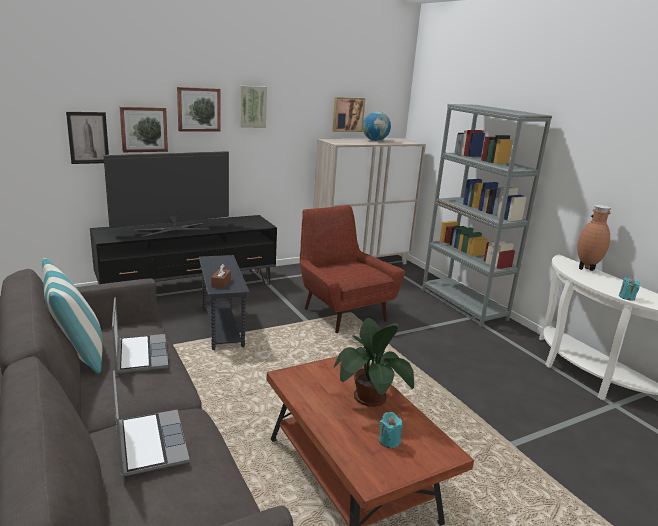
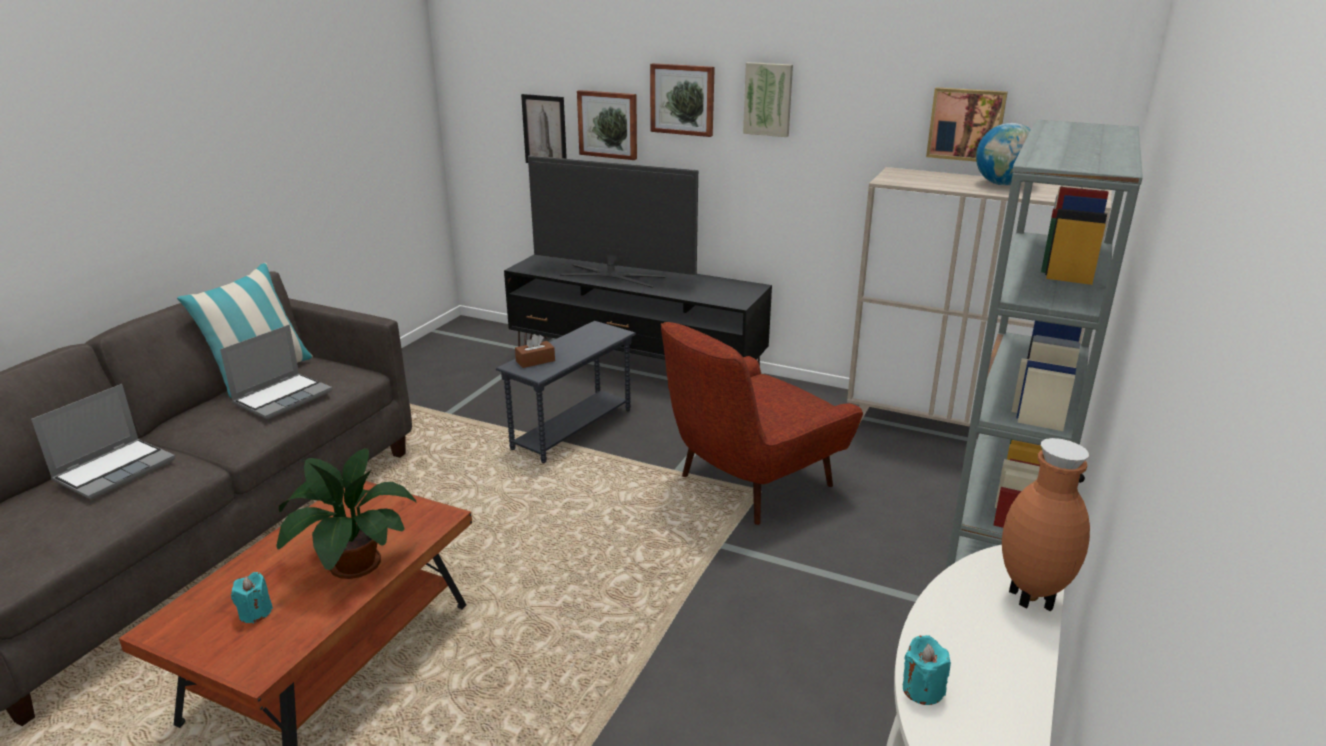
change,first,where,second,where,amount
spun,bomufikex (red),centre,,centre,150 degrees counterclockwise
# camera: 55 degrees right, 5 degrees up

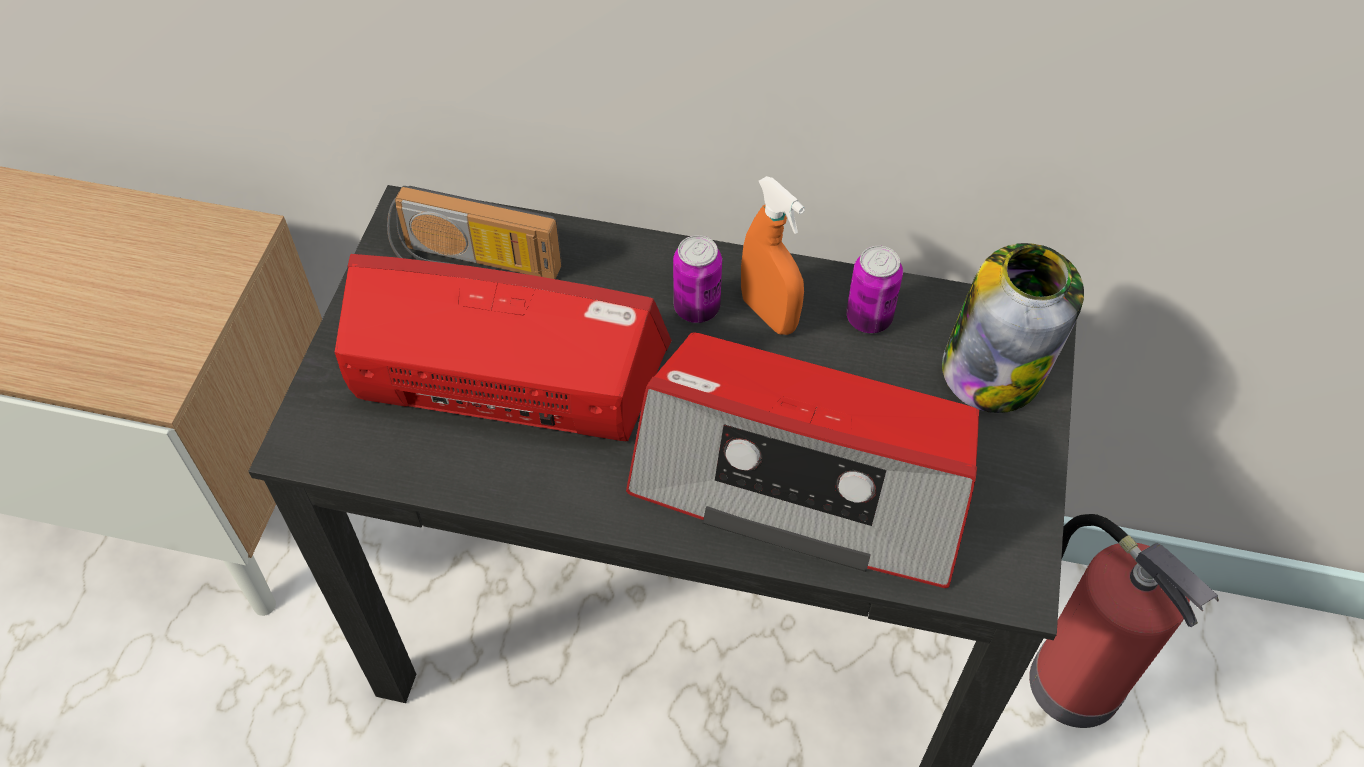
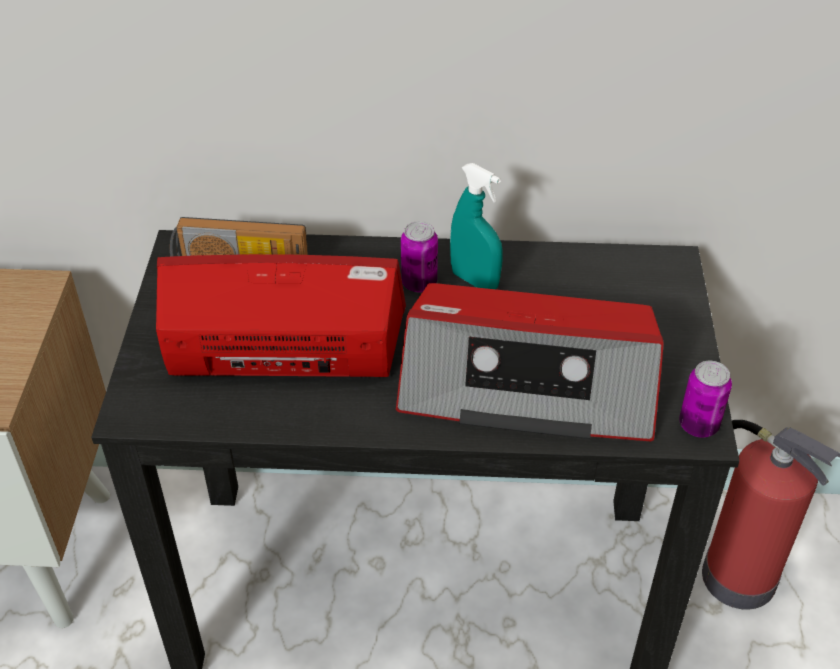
change,first,where,second,where,amount
colour,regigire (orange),top centre,regigire (turquoise),centre,
relocated,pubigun (no. 2 from left),centre,,middle right,
missing,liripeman,middle right,,,
# camera: 10 degrees left, 10 degrees down

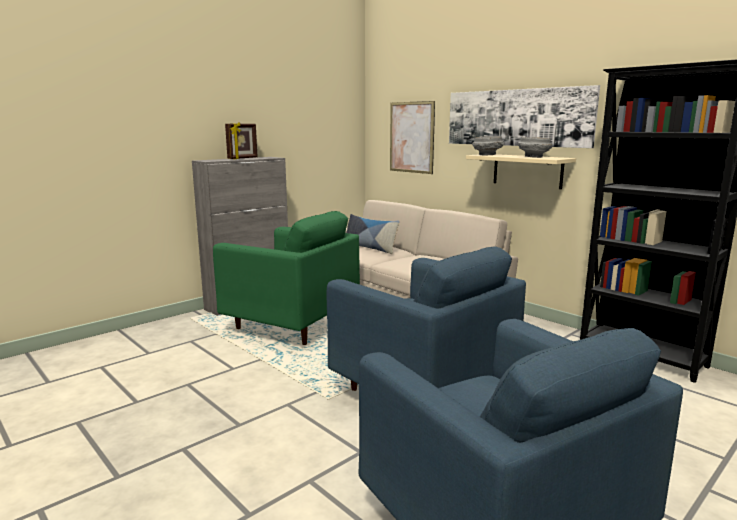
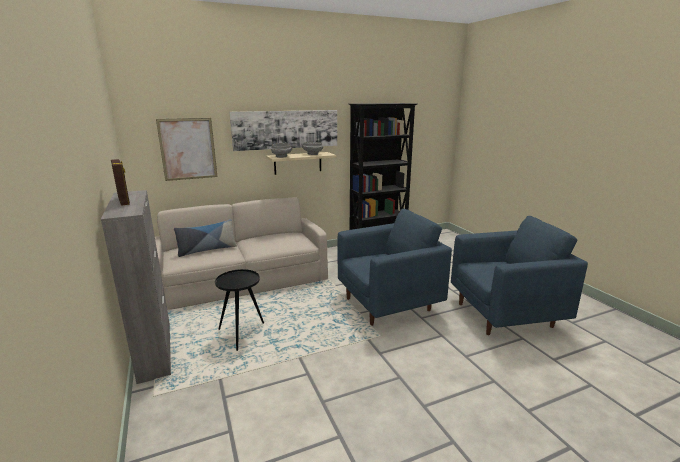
change,first,where,second,where,amount
exchanged,bomufikex (green),centre,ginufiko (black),bottom centre,
# camera: 70 degrees left, 5 degrees up

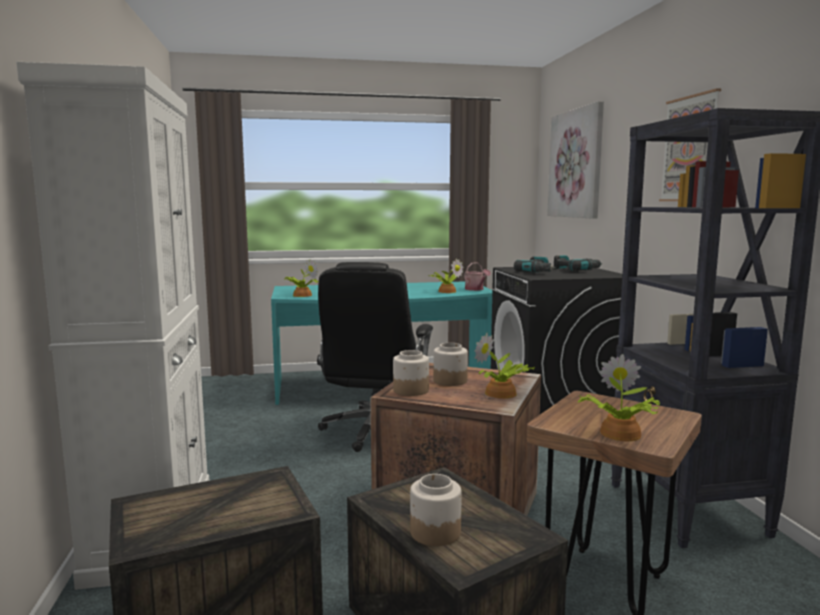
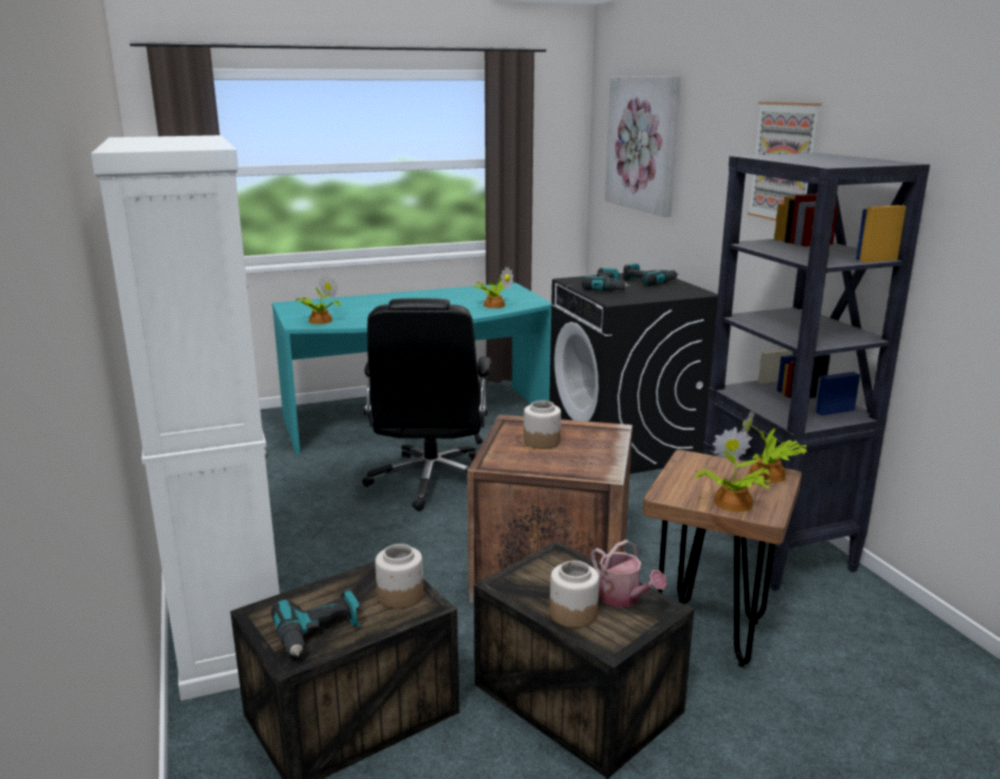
change,first,where,second,where,amount
relocated,liripeman (no. 1 from left),centre,,bottom centre,
relocated,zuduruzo,centre,,bottom centre,
relocated,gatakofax (no. 3 from left in the first image),centre,gatakofax (no. 4 from left),middle right,
appeared,,,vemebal (no. 1 from left),bottom left,
# camera: 10 degrees left, 10 degrees up

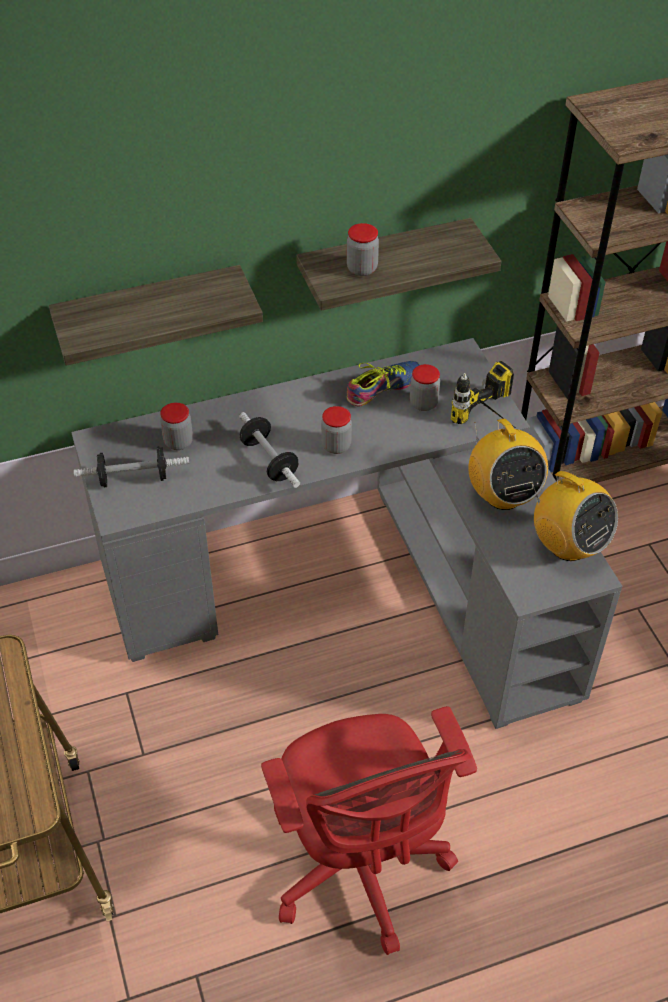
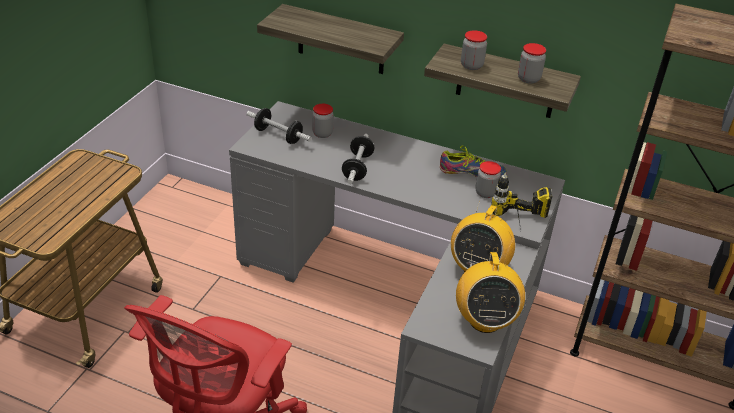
change,first,where,second,where,amount
relocated,liripeman (no. 2 from left in the first image),centre,liripeman (no. 4 from left),top right,
# camera: 40 degrees right, 10 degrees down

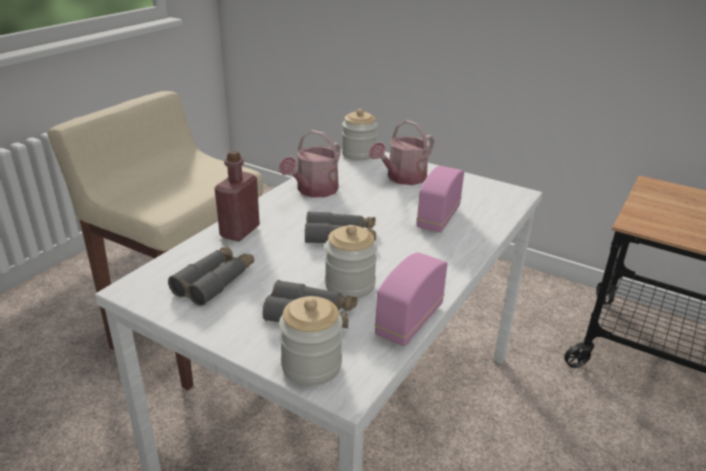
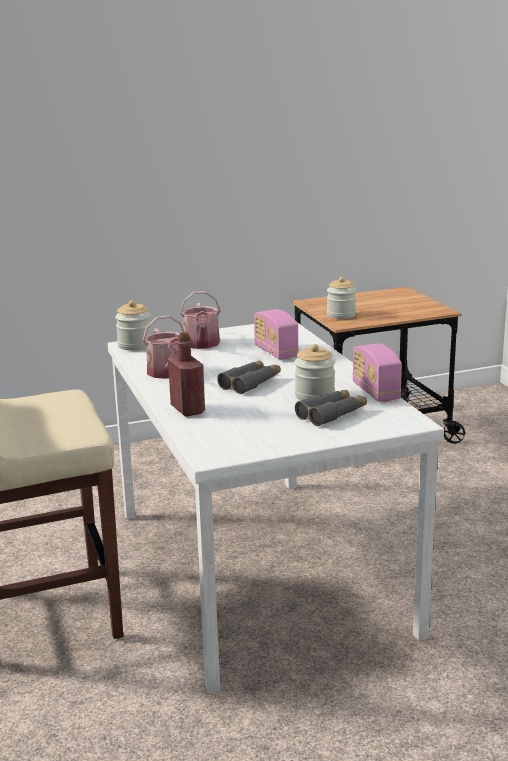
change,first,where,second,where,amount
missing,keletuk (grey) (no. 1 from left),middle left,,,
relocated,liripeman (no. 1 from left in the first image),bottom centre,liripeman (no. 3 from left),middle right,
# camera: 50 degrees left, 10 degrees down

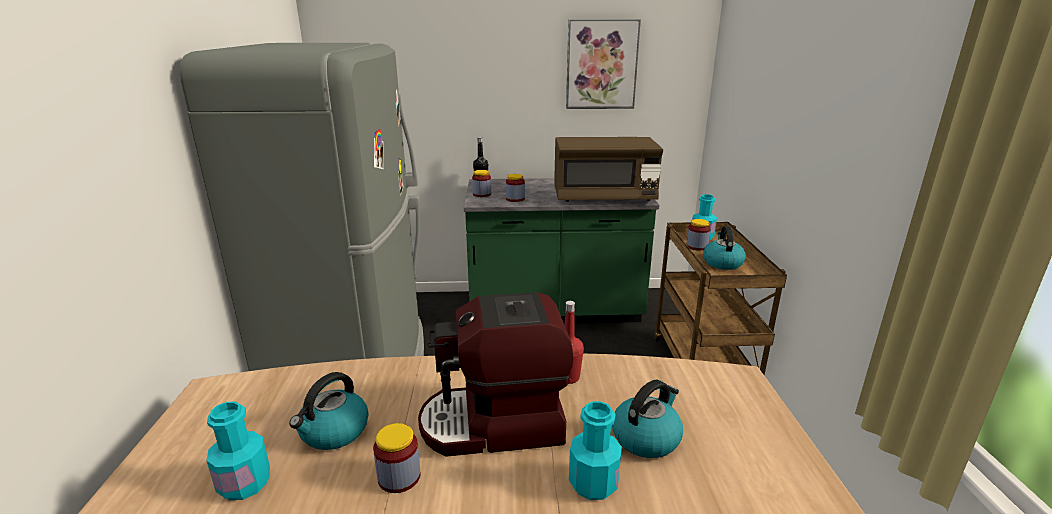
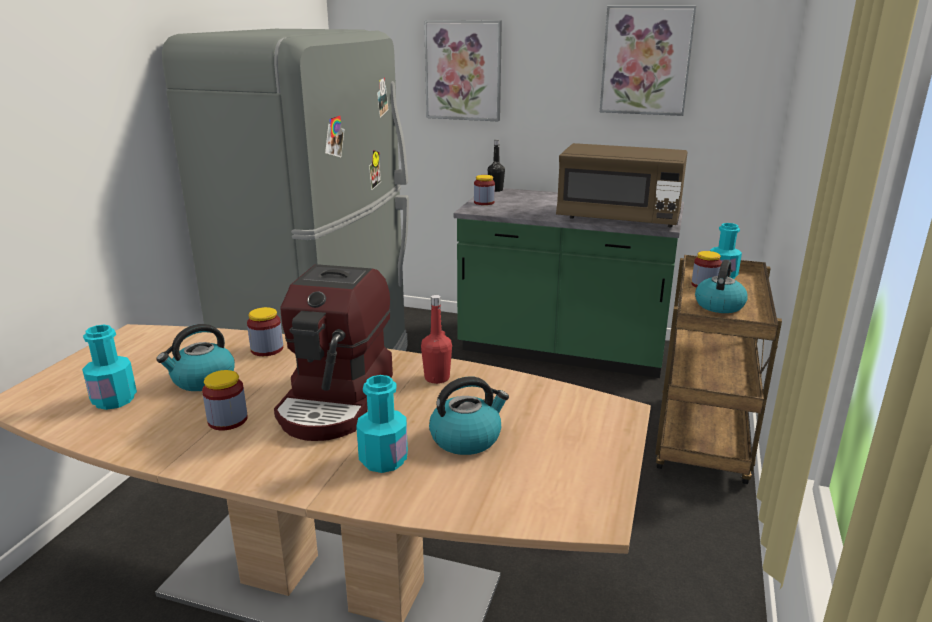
change,first,where,second,where,amount
spun,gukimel,bottom centre,,centre,90 degrees counterclockwise
relocated,liripeman (no. 3 from left in the first image),centre,liripeman (no. 2 from left),middle left,
appeared,,,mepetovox (no. 1 from left),top centre,
# camera: 20 degrees right, 0 degrees up

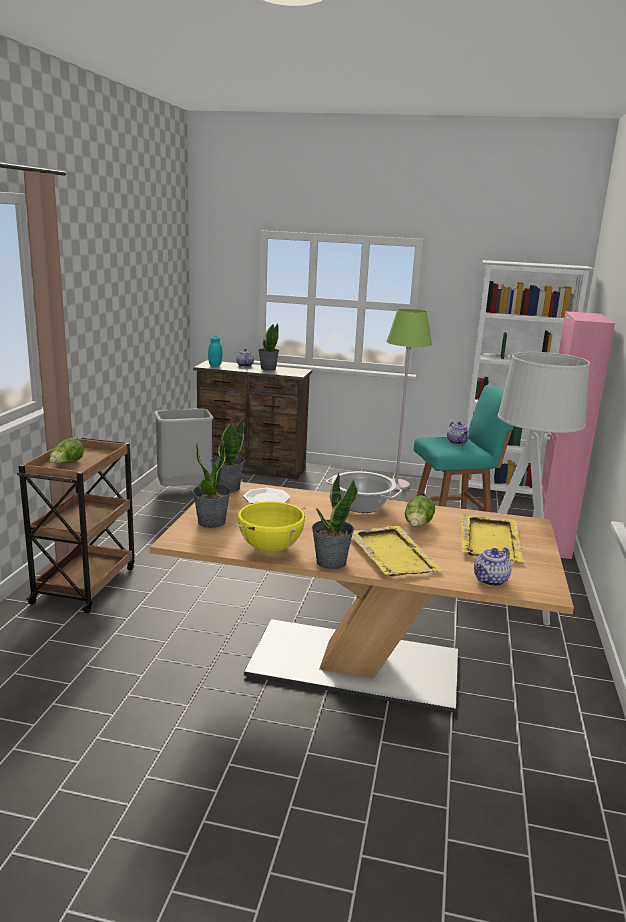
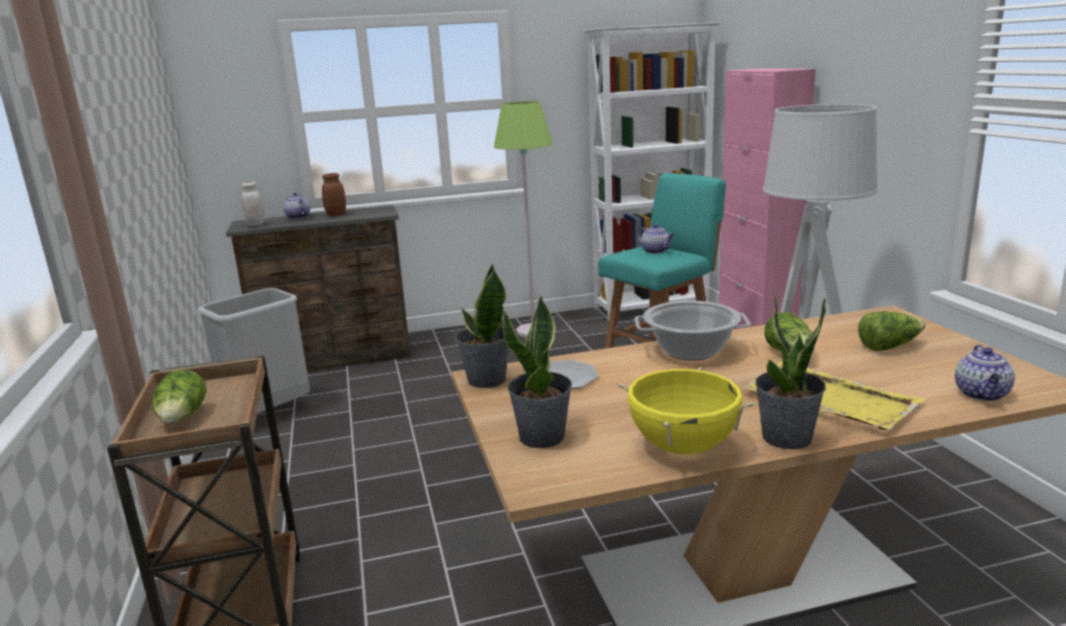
change,first,where,second,where,amount
colour,liripeman (turquoise),centre,liripeman (white),top left,
exchanged,gatakofax (no. 3 from left),centre,liripeman (brown),top left,
exchanged,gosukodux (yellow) (no. 2 from left),middle right,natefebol (no. 3 from left),middle right,
# camera: 25 degrees left, 0 degrees up

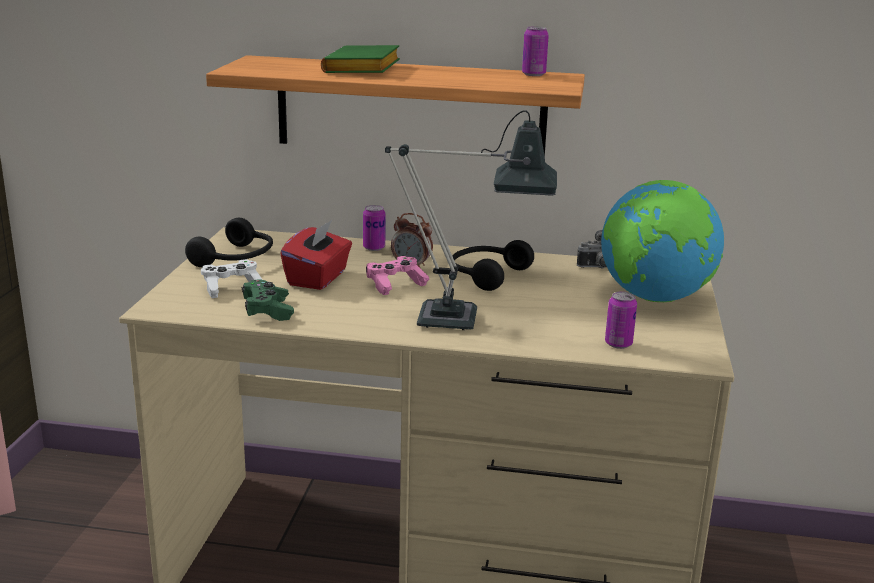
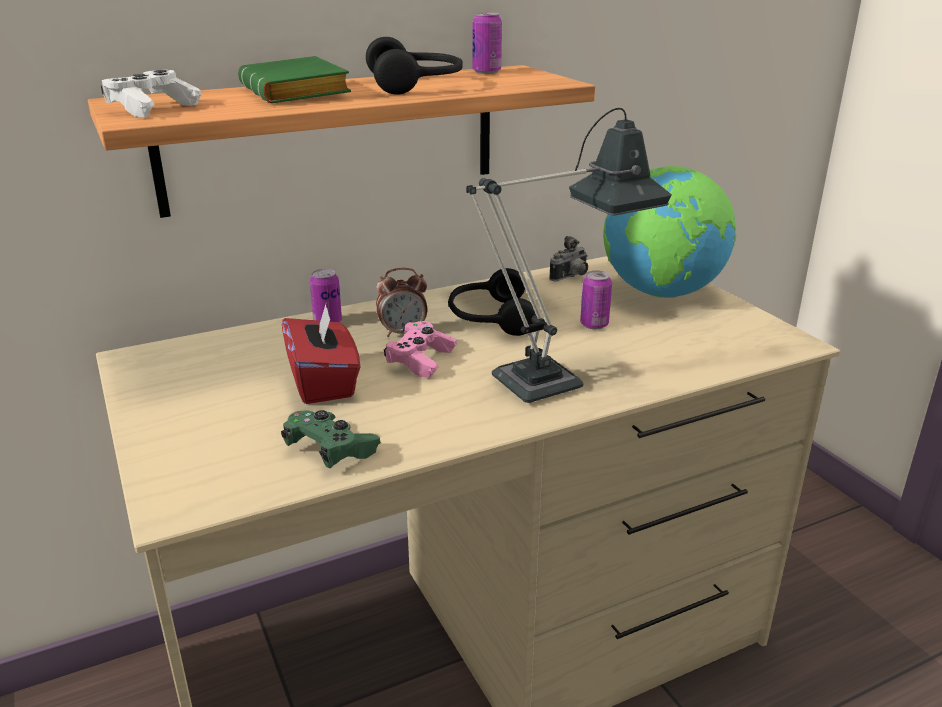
change,first,where,second,where,amount
relocated,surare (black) (no. 1 from left),middle left,,top centre,
relocated,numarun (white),middle left,,top left,
relocated,pubigun (no. 3 from left),middle right,,centre,
# camera: 35 degrees left, 5 degrees up

